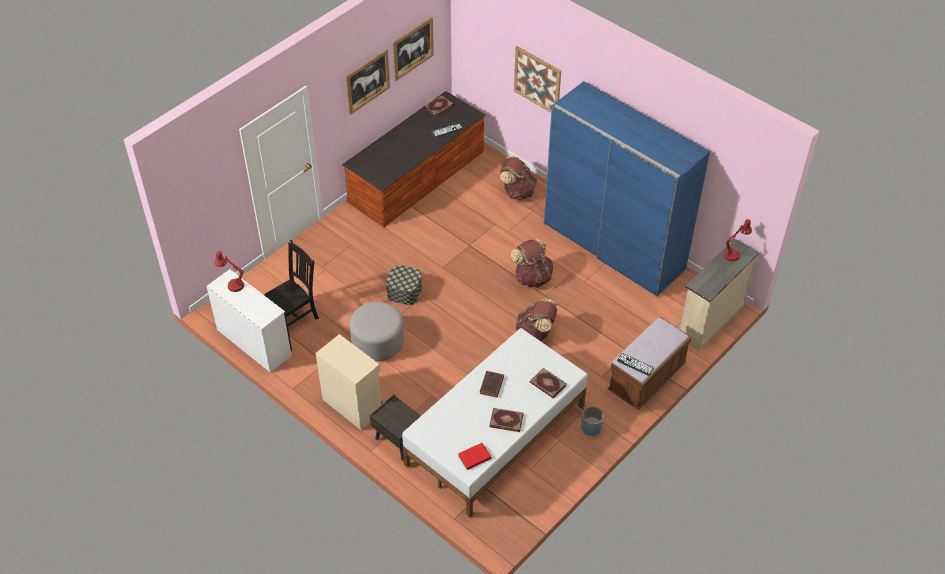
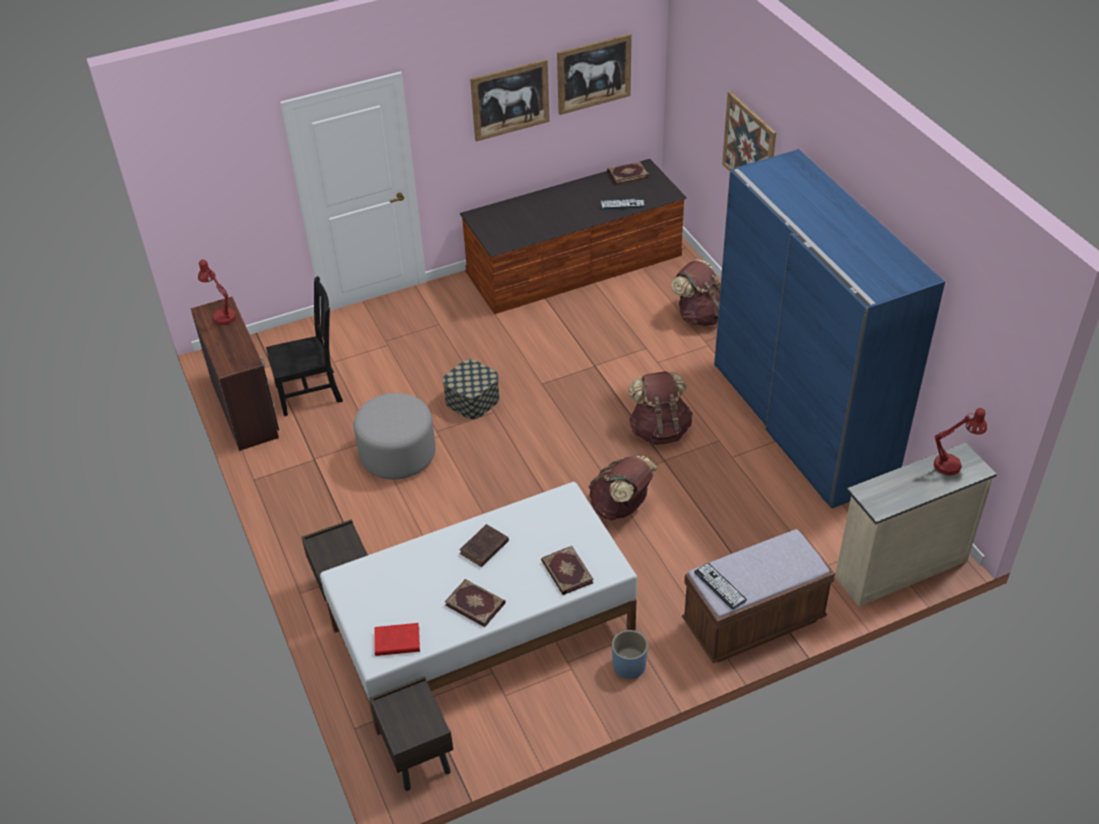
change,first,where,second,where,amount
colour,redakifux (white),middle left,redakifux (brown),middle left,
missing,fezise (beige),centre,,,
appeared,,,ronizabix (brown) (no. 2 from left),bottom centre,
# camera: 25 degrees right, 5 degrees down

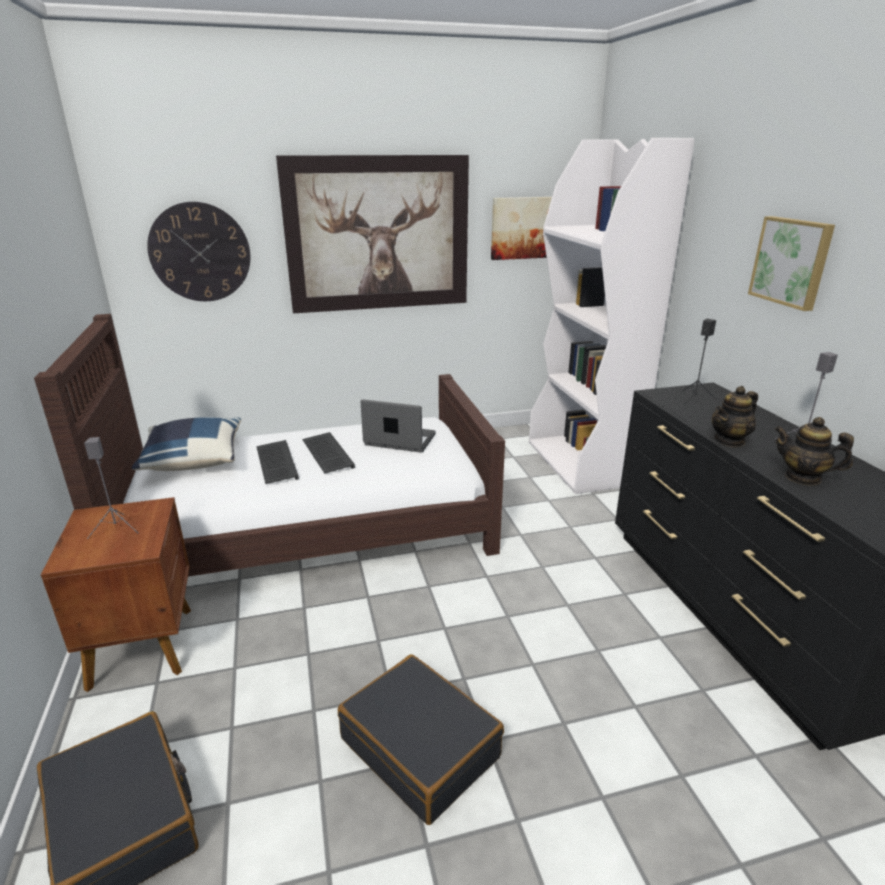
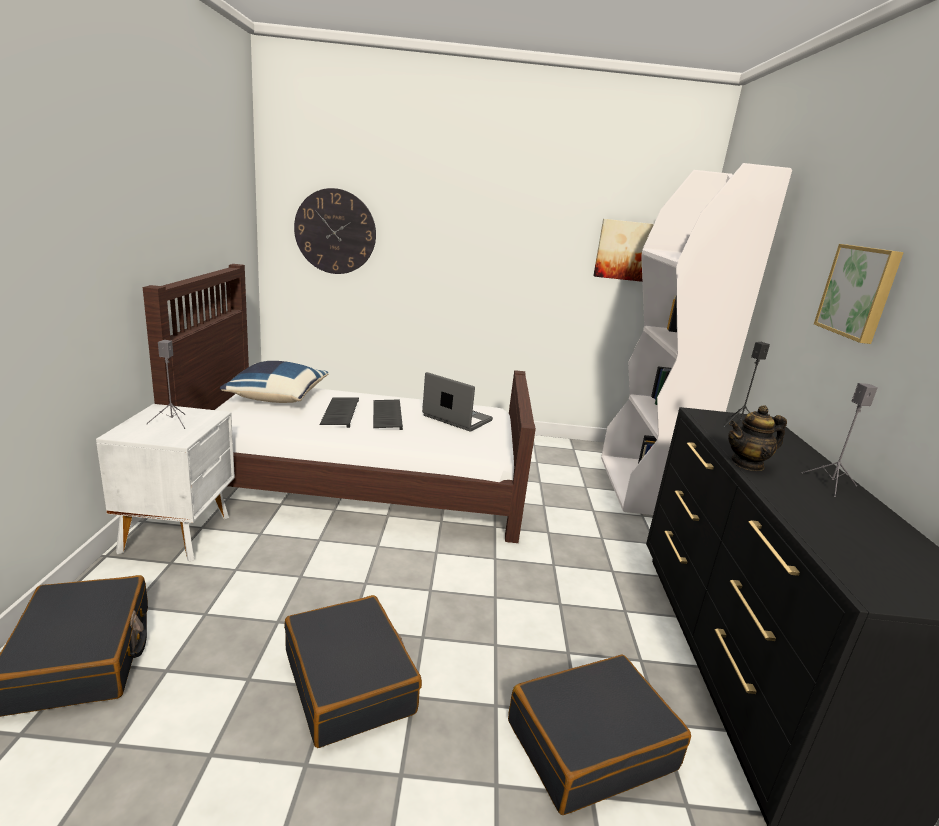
change,first,where,second,where,amount
colour,ronizabix (brown),bottom left,ronizabix (white),middle left,
missing,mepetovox (no. 1 from left),top centre,,,
missing,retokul (no. 2 from left),middle right,,,
appeared,,,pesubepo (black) (no. 3 from left),bottom centre,
# camera: 15 degrees right, 5 degrees down

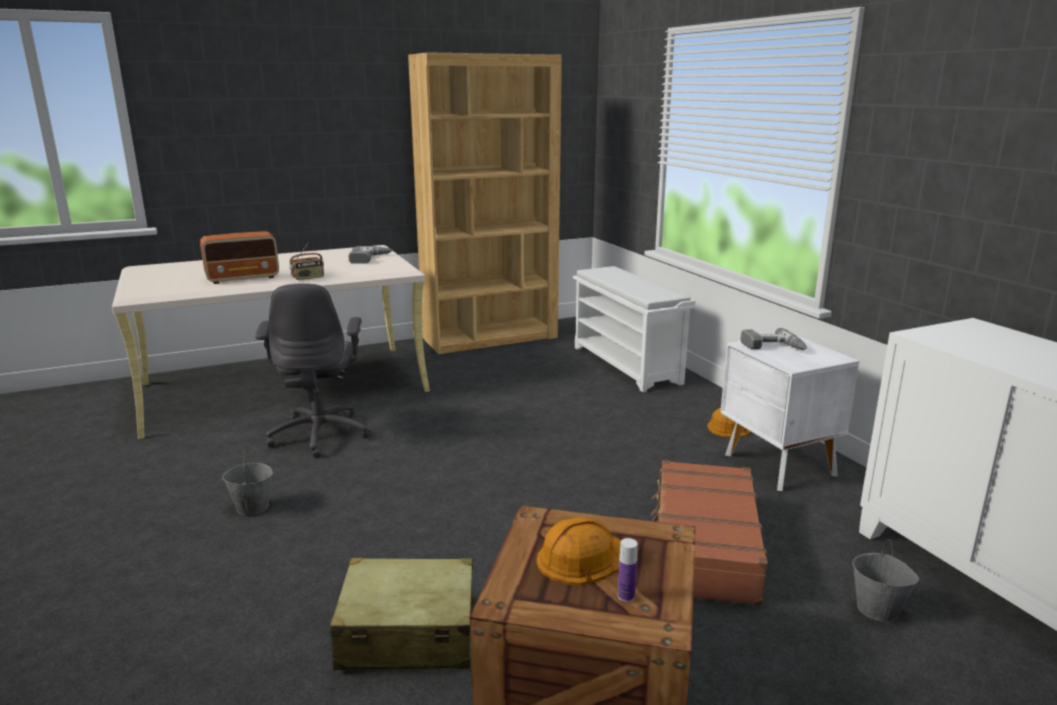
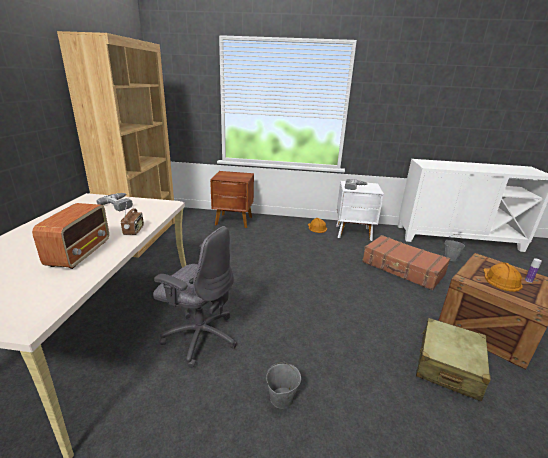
change,first,where,second,where,amount
exchanged,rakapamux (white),centre,ronizabix (brown),centre,
# camera: 60 degrees left, 5 degrees up

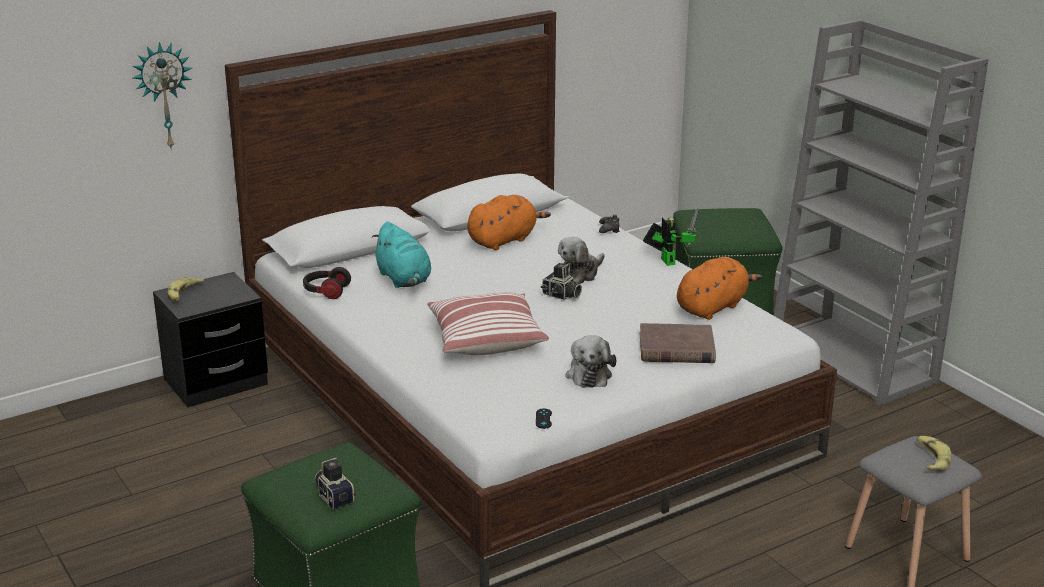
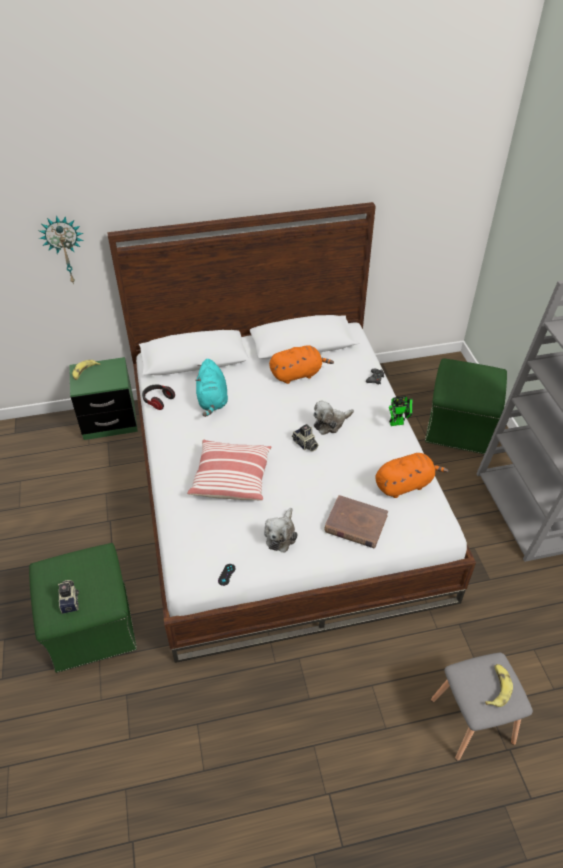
change,first,where,second,where,amount
colour,ronizabix (black),middle left,ronizabix (green),middle left,
spun,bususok,centre,,middle right,75 degrees clockwise
# camera: 20 degrees right, 20 degrees up

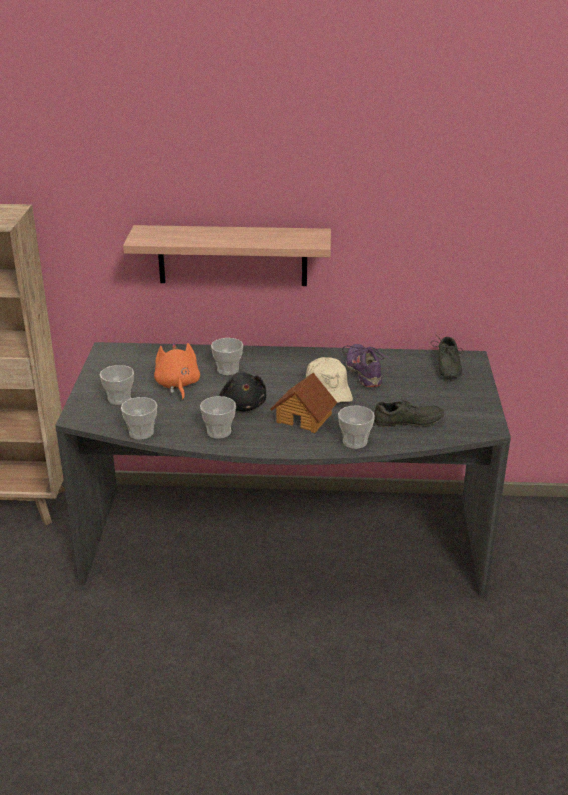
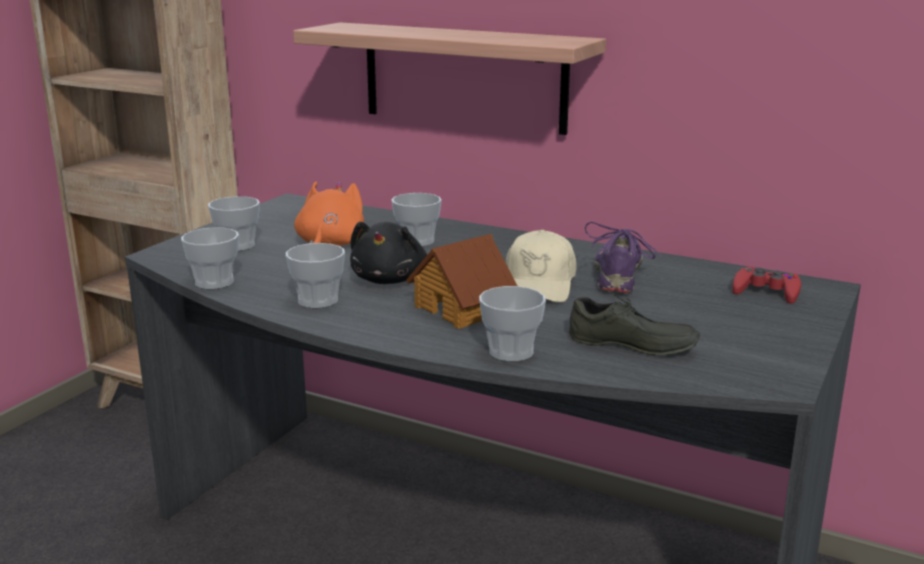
change,first,where,second,where,amount
exchanged,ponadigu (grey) (no. 2 from left),middle right,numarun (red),middle right,
# camera: 25 degrees right, 10 degrees down

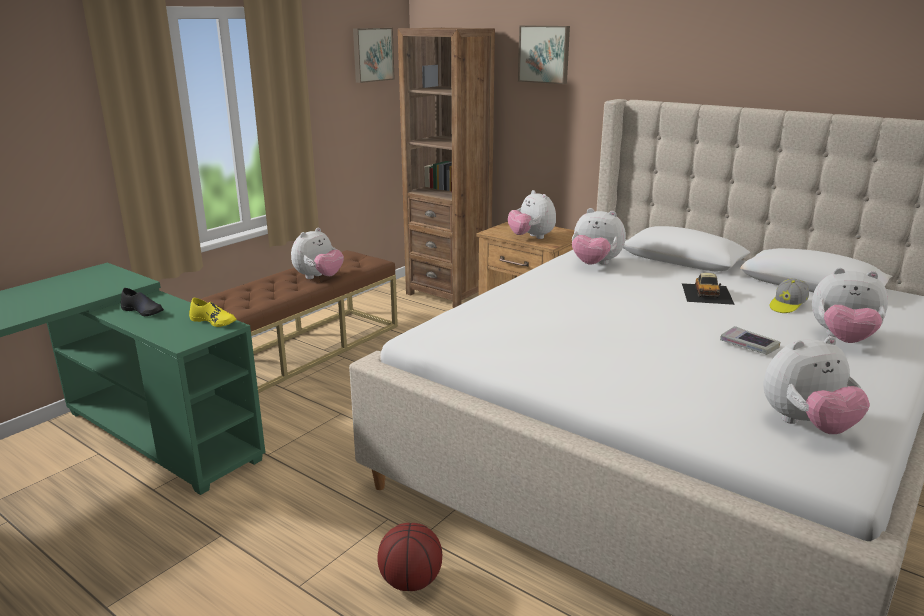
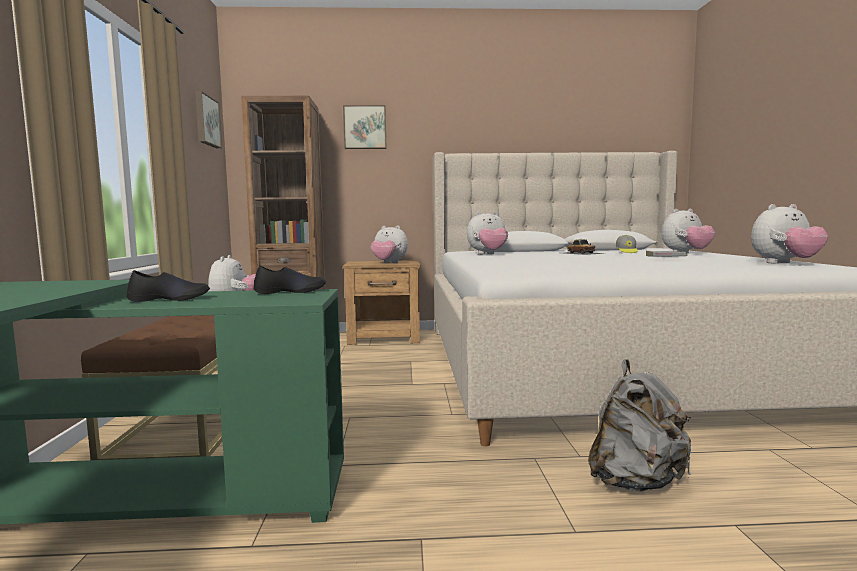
change,first,where,second,where,amount
colour,ponadigu (yellow),middle left,ponadigu (black) (no. 2 from left),centre,
exchanged,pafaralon,bottom centre,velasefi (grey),bottom right,
spun,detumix (no. 4 from left in the first image),middle right,detumix (no. 5 from left),middle right,45 degrees clockwise
# camera: 40 degrees left, 15 degrees down

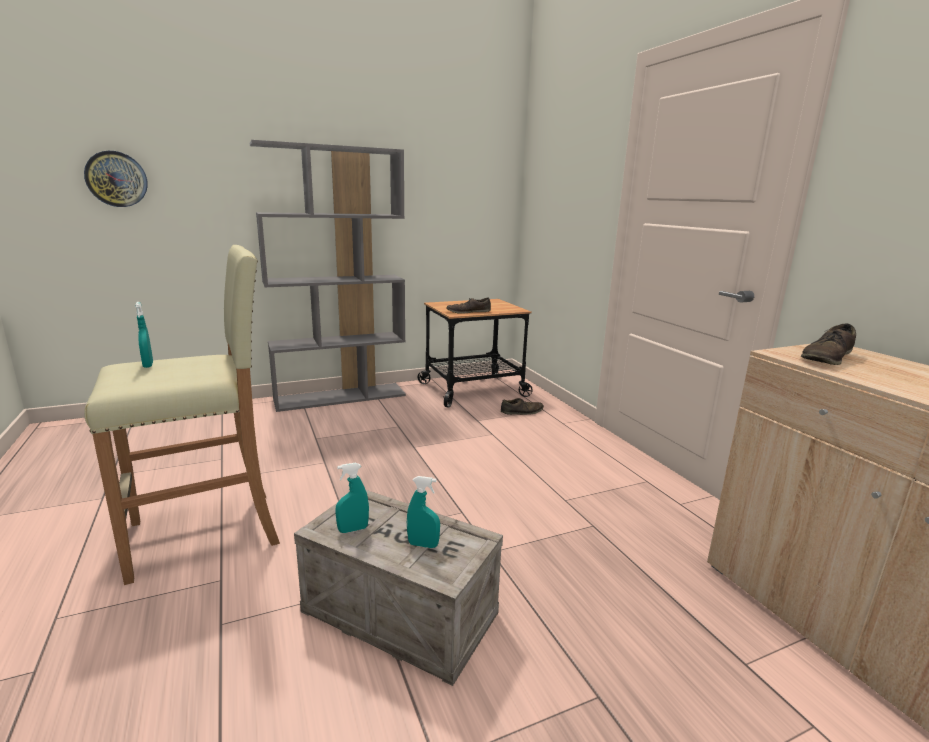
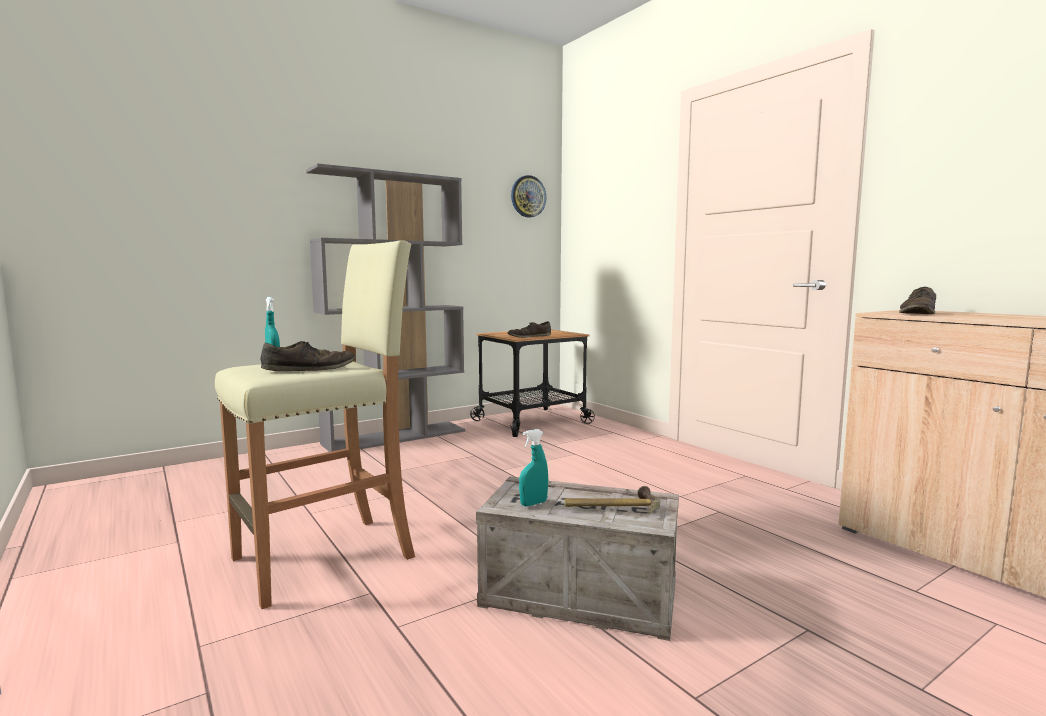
change,first,where,second,where,amount
relocated,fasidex,top left,,top centre,
exchanged,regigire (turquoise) (no. 3 from left),bottom centre,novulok,bottom centre,
relocated,ponadigu (brown) (no. 2 from left in the first image),centre,ponadigu (brown) (no. 1 from left),middle left,
# camera: 10 degrees left, 10 degrees down

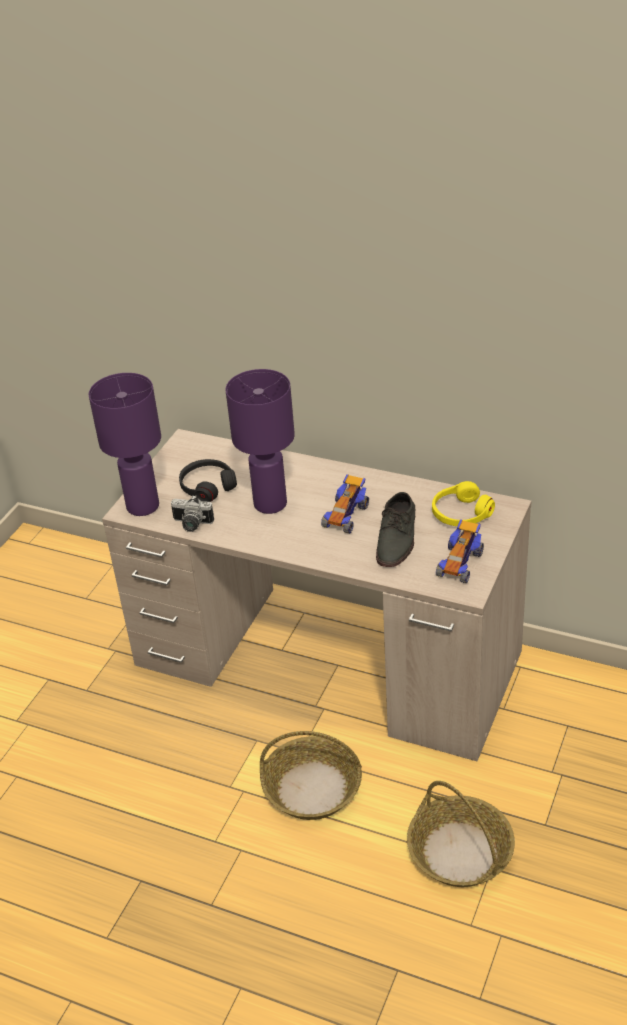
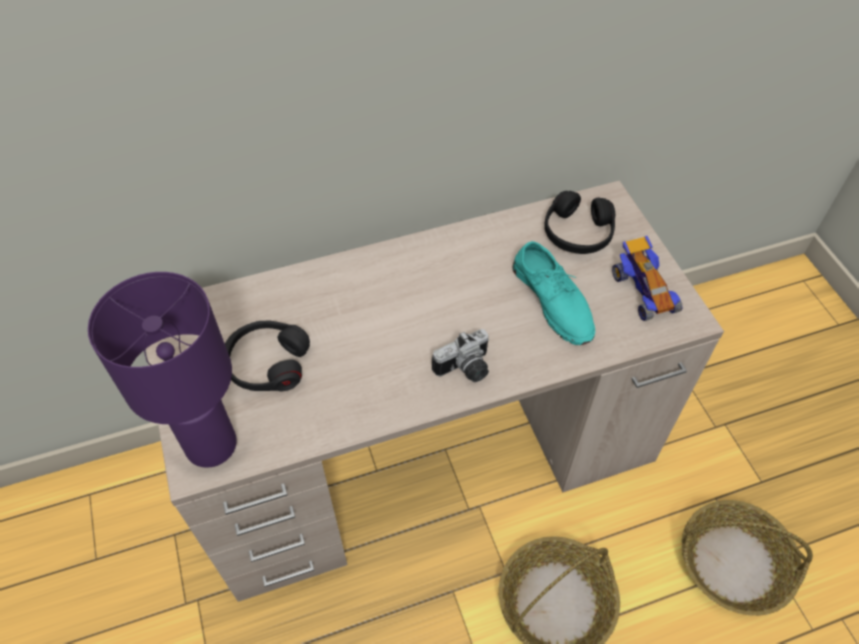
change,first,where,second,where,amount
relocated,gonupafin,middle left,,centre,
missing,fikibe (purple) (no. 2 from left),centre,,,
missing,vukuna (no. 1 from left),centre,,,
colour,ponadigu (grey),centre,ponadigu (turquoise),centre,
colour,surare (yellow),middle right,surare (black) (no. 2 from left),middle right,
# camera: 45 degrees left, 15 degrees up

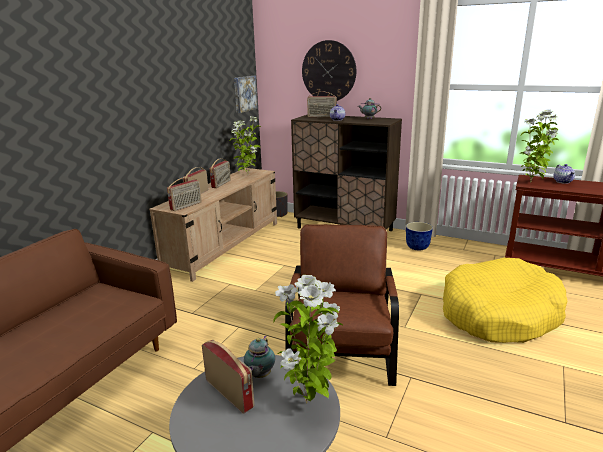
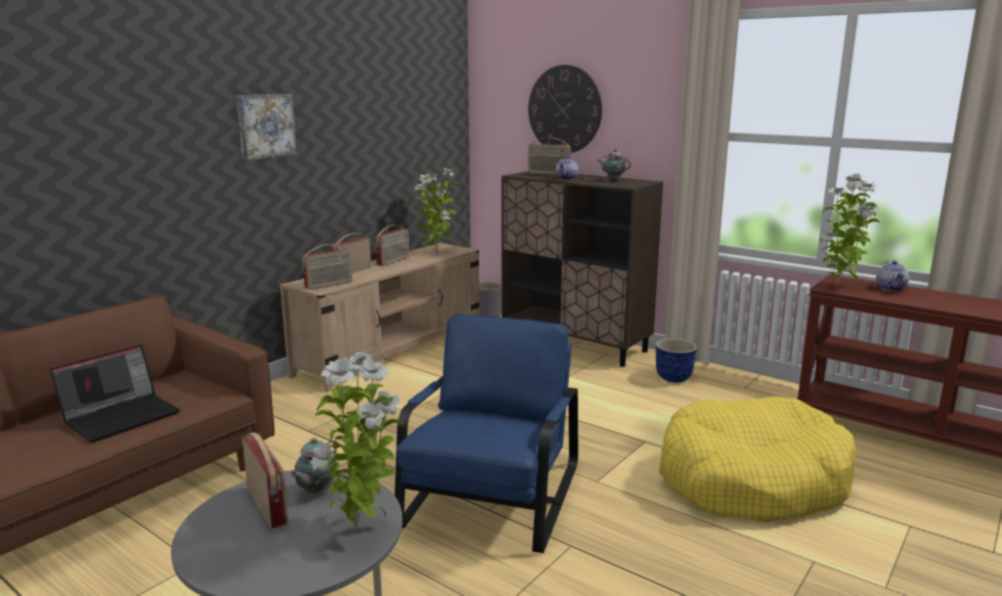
change,first,where,second,where,amount
relocated,mepetovox,top centre,,top left,
colour,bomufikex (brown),bottom centre,bomufikex (blue),bottom centre,
appeared,,,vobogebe,middle left,
# camera: 10 degrees right, 5 degrees down

